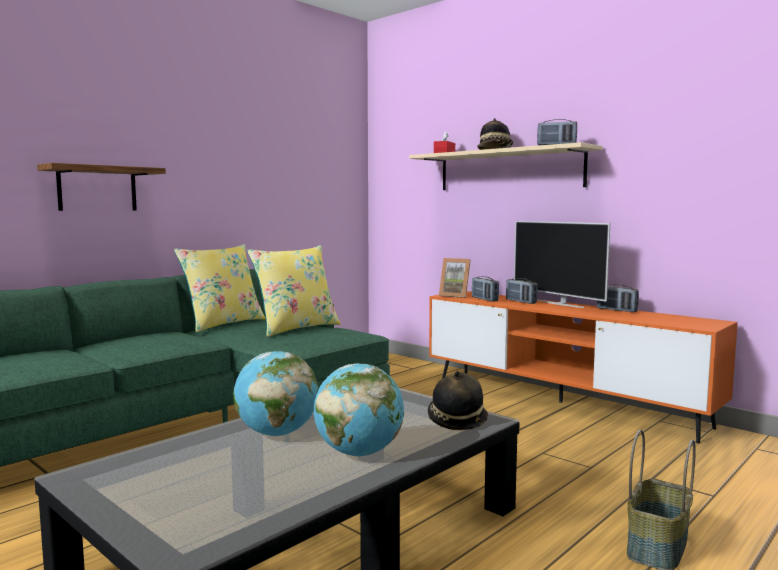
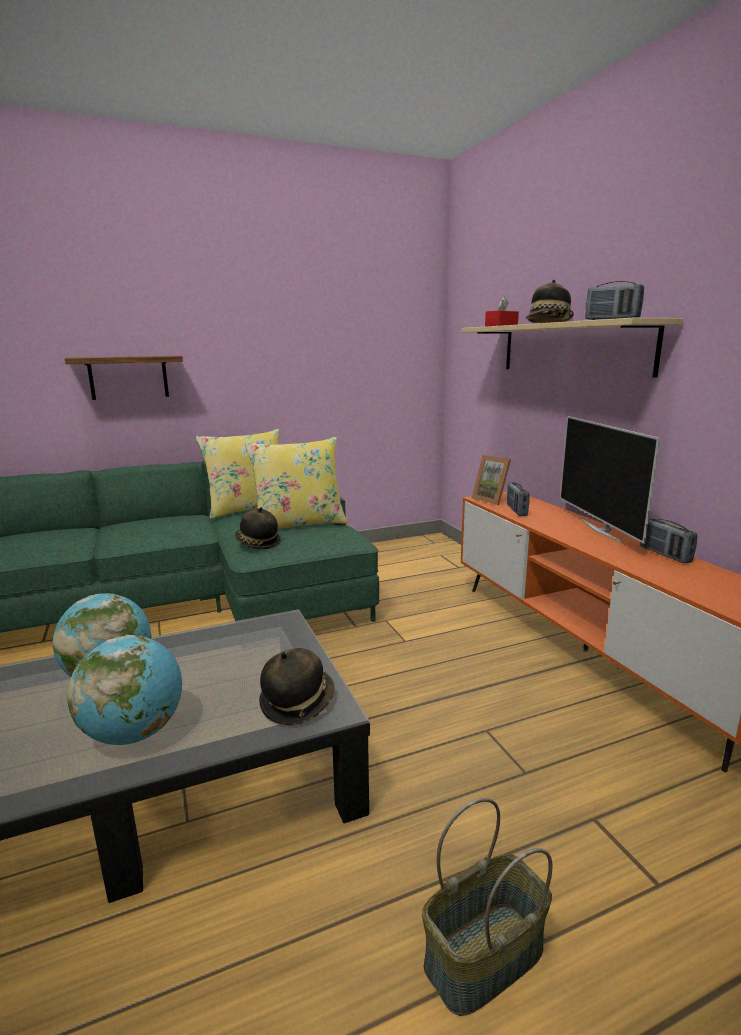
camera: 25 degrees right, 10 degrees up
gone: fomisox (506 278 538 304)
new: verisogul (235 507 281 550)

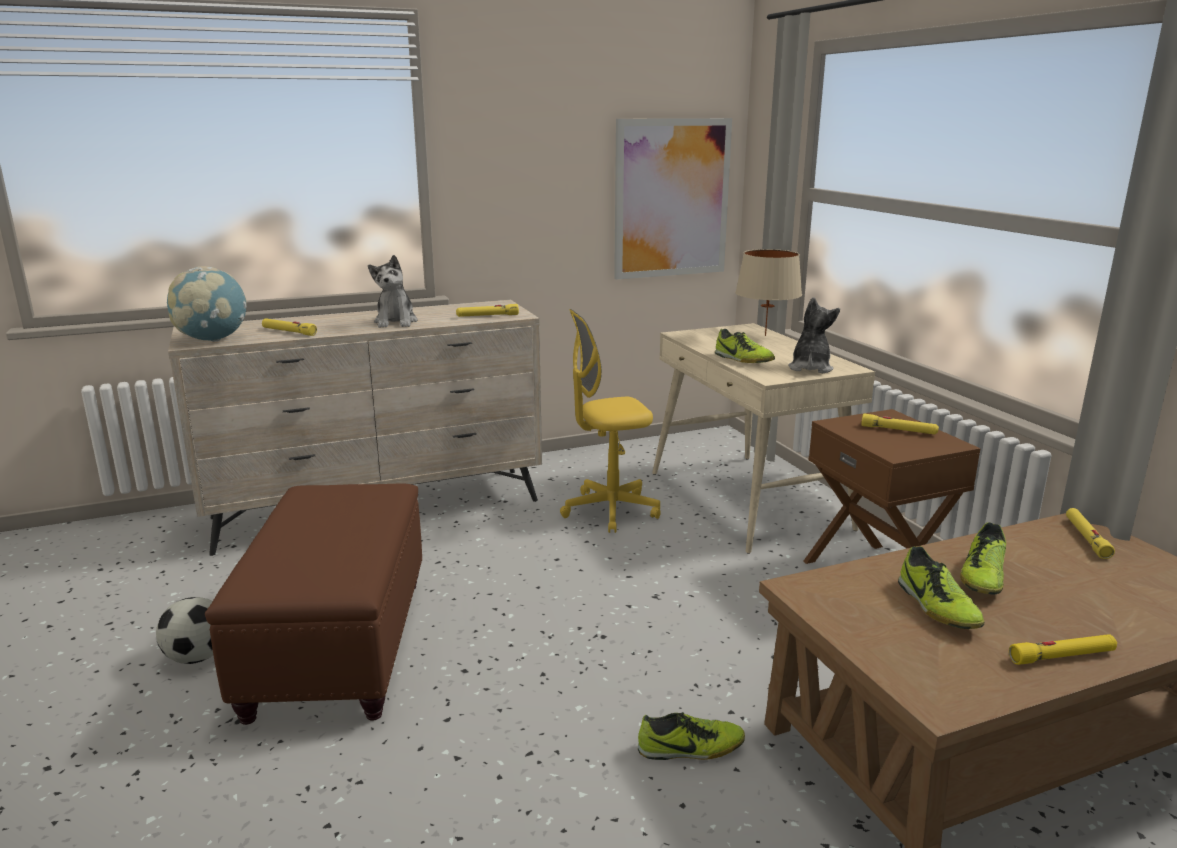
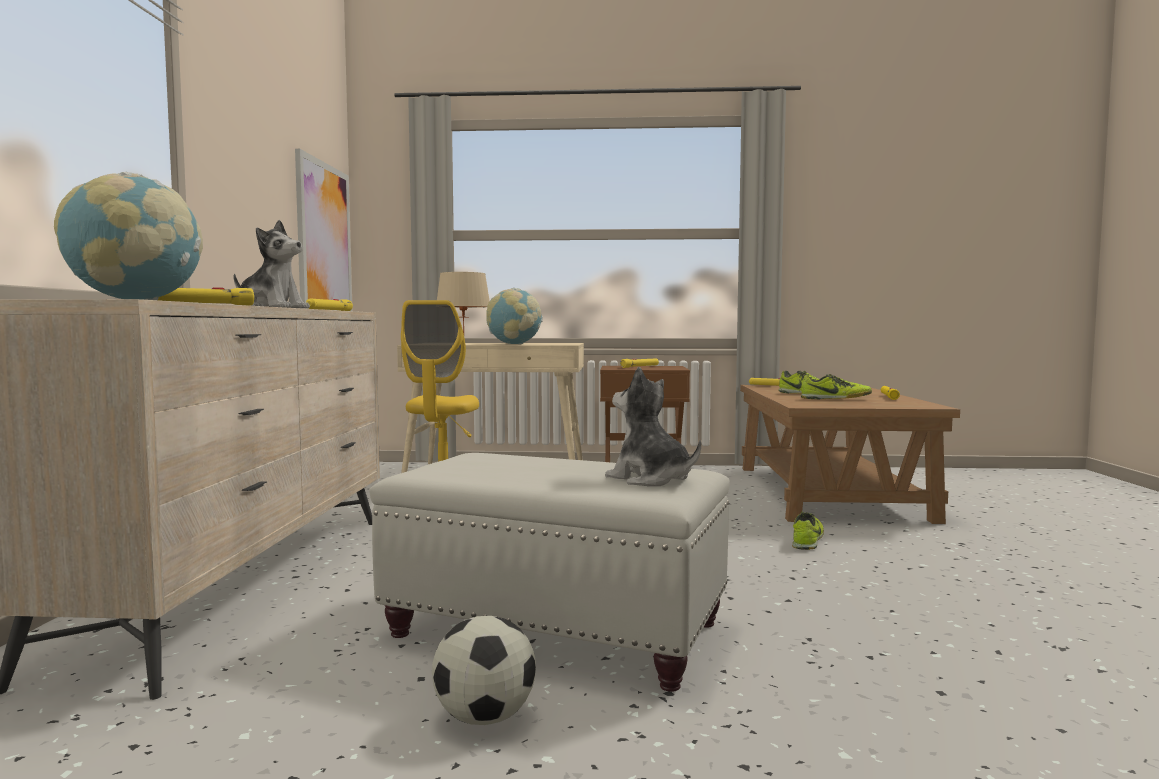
camera: 65 degrees left, 15 degrees down
shifted: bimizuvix (788 297 840 373) to (605 367 701 486)
swapped: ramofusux (715 329 775 363) to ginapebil (486 288 543 344)
repainted: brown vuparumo (205 483 422 725) to white vuparumo (369 453 730 692)

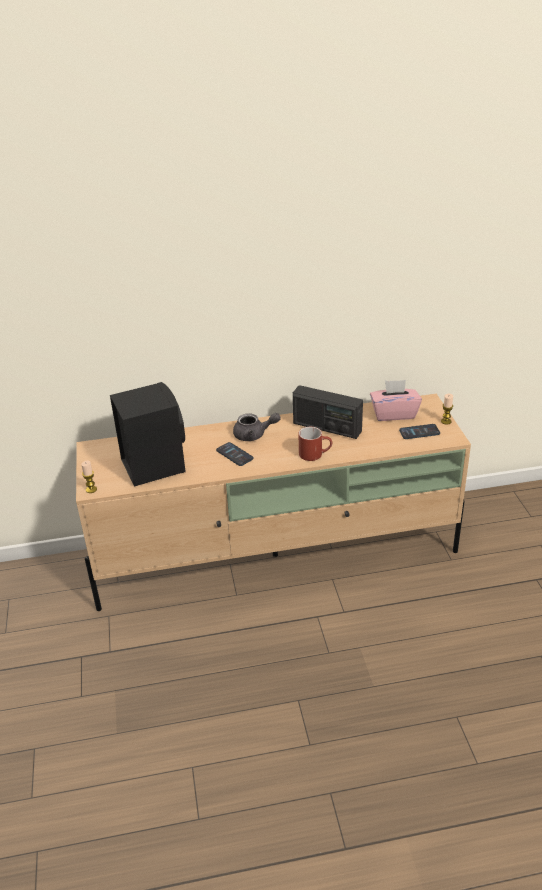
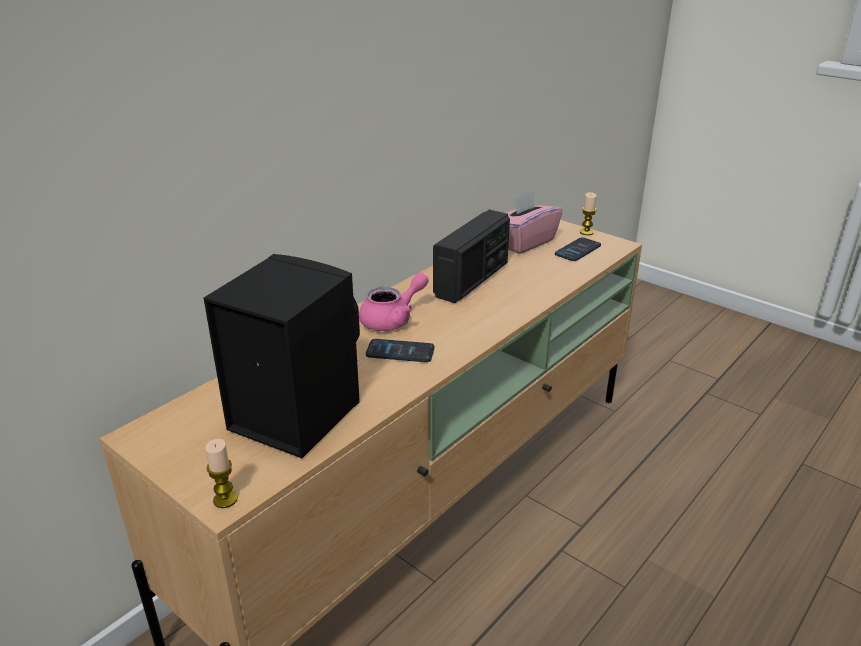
camera: 40 degrees left, 5 degrees down
gone: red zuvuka (299 427 332 461)
repainted: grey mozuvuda (233 413 281 441) to pink mozuvuda (359 272 429 331)
rotated: fomisox (293 385 363 439) = (433 210 510 303) 45 degrees counterclockwise

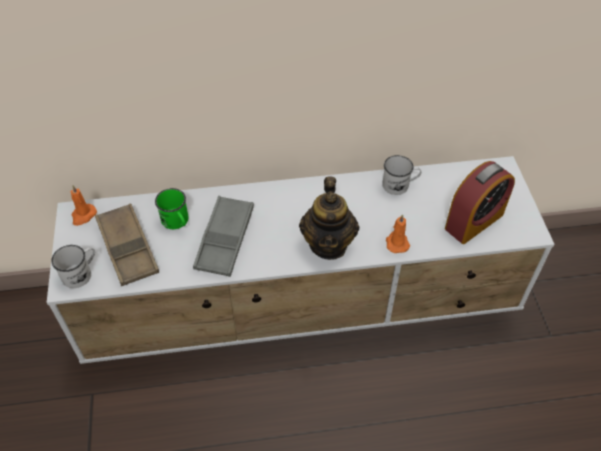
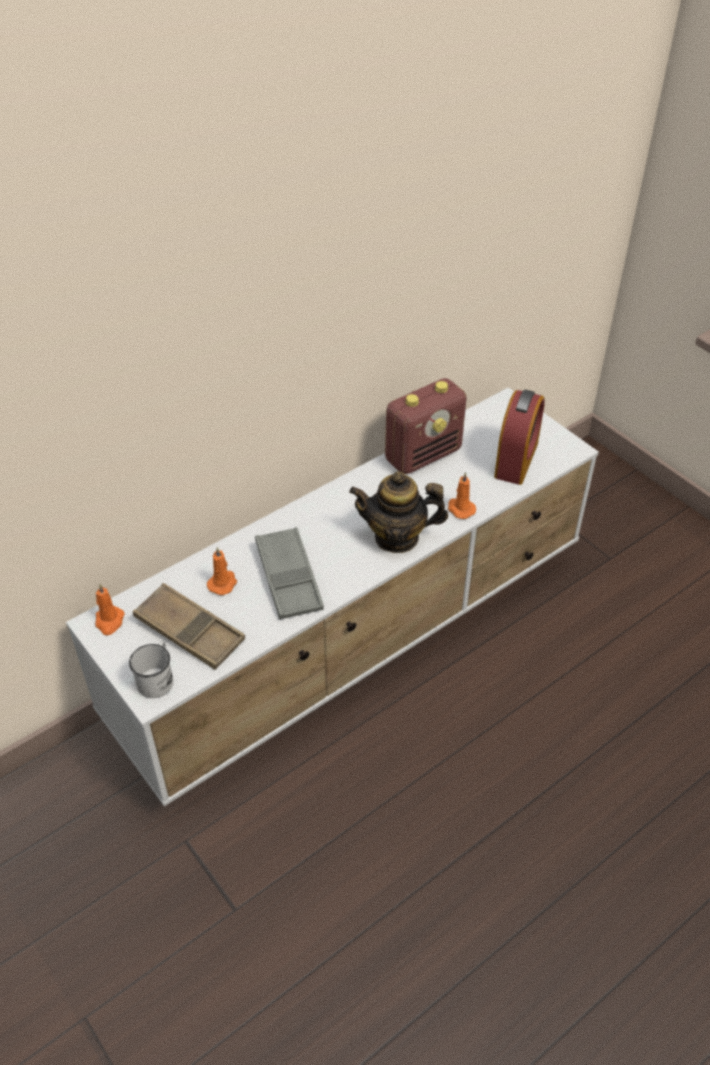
camera: 30 degrees left, 5 degrees down
swapped: green zuvuka (155 188 188 229) to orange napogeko (207 547 237 595); white zuvuka (382 155 421 195) to fomisox (385 378 467 474)
rotated: mozuvuda (299 177 359 260) = (349 471 448 553) 120 degrees clockwise

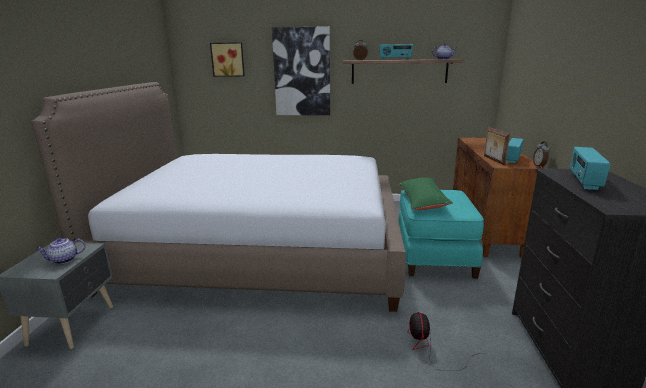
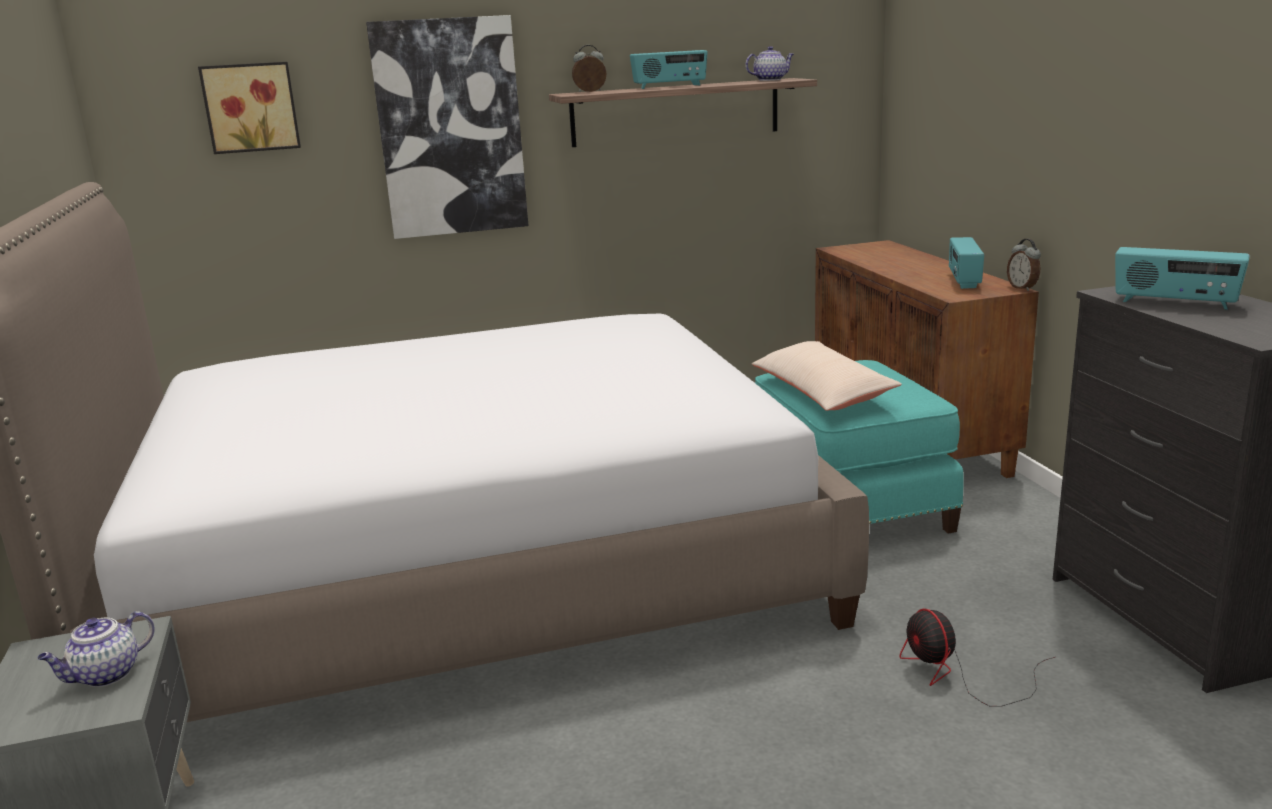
camera: 20 degrees left, 0 degrees up
gone: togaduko (484 127 510 166)
repainted: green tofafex (399 177 453 210) to beige tofafex (752 341 902 411)
rotated: fomisox (570 147 611 190) = (1115 247 1250 310) 60 degrees counterclockwise

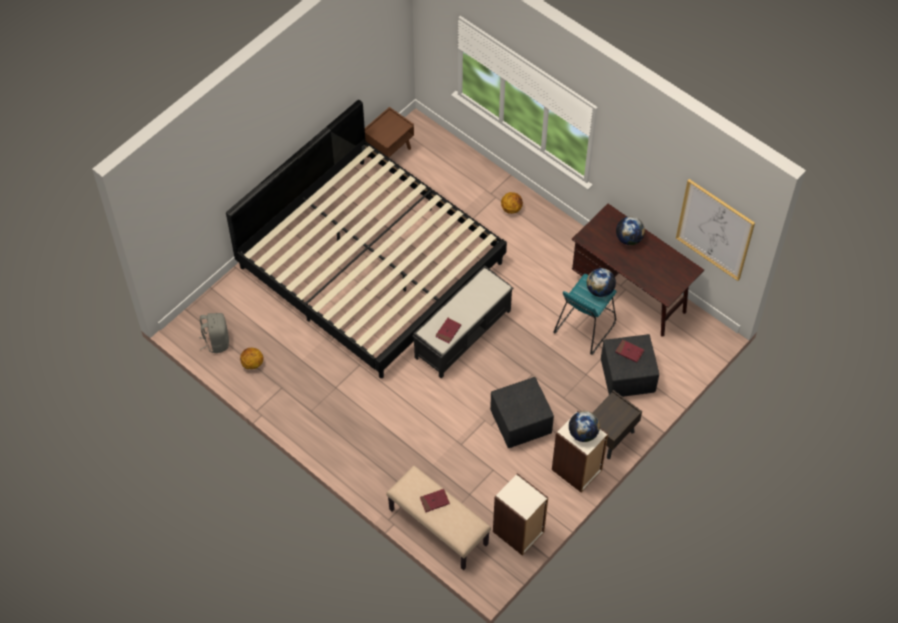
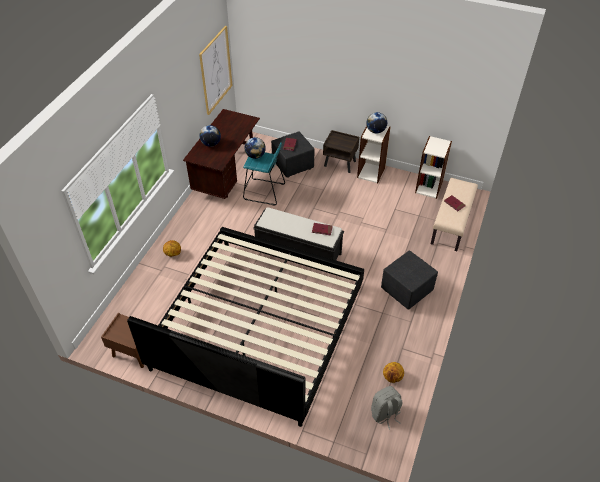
camera: 110 degrees left, 10 degrees down
shifted: black vuparumo (490 377 554 448) to (381 250 438 310)

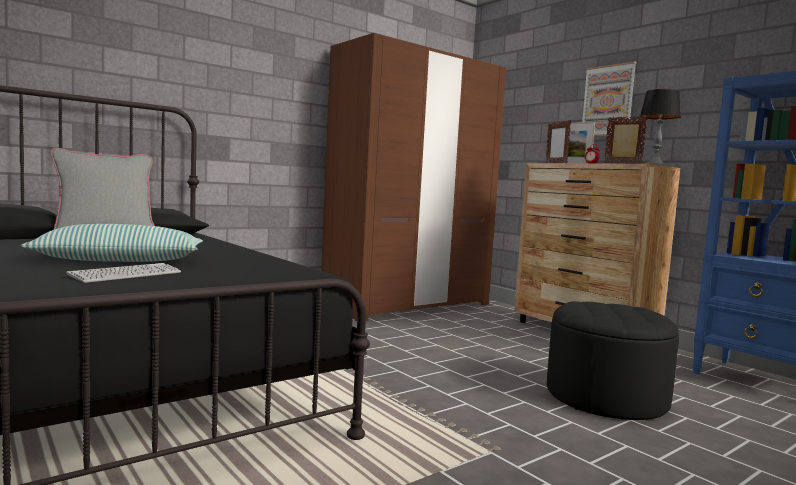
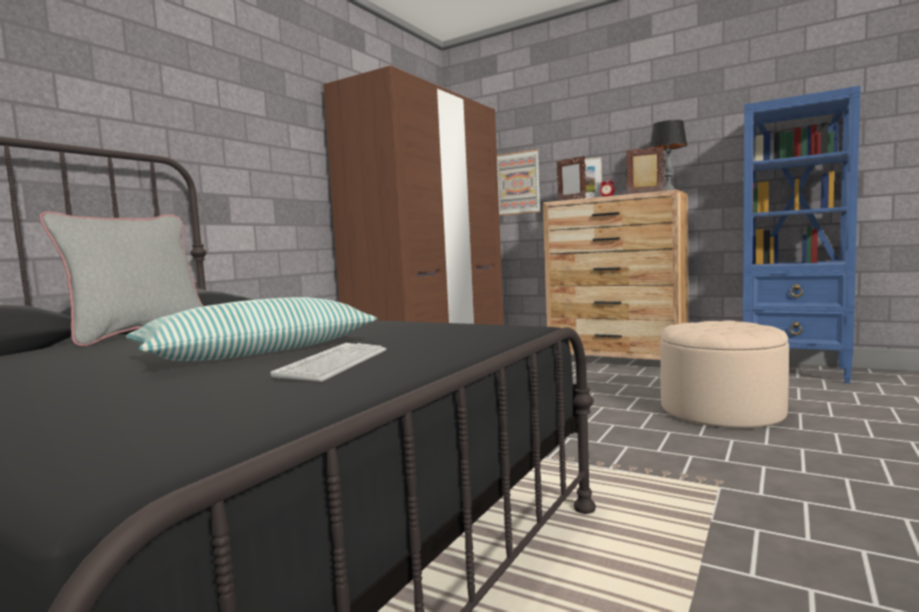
camera: 20 degrees left, 0 degrees up
shifted: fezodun (582 61 636 137) to (497 149 541 216)
repainted: black vuparumo (547 301 679 420) to beige vuparumo (660 321 789 428)

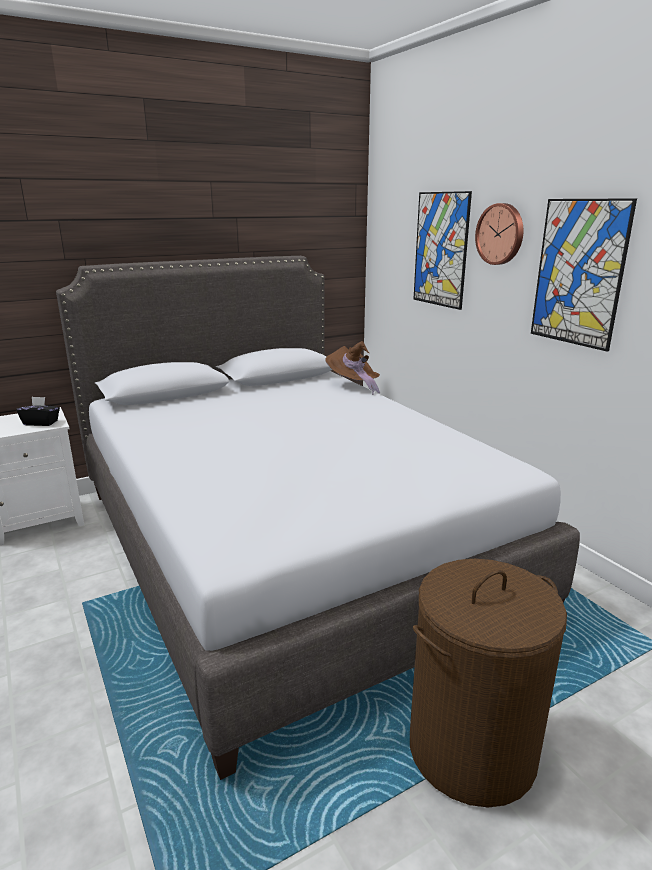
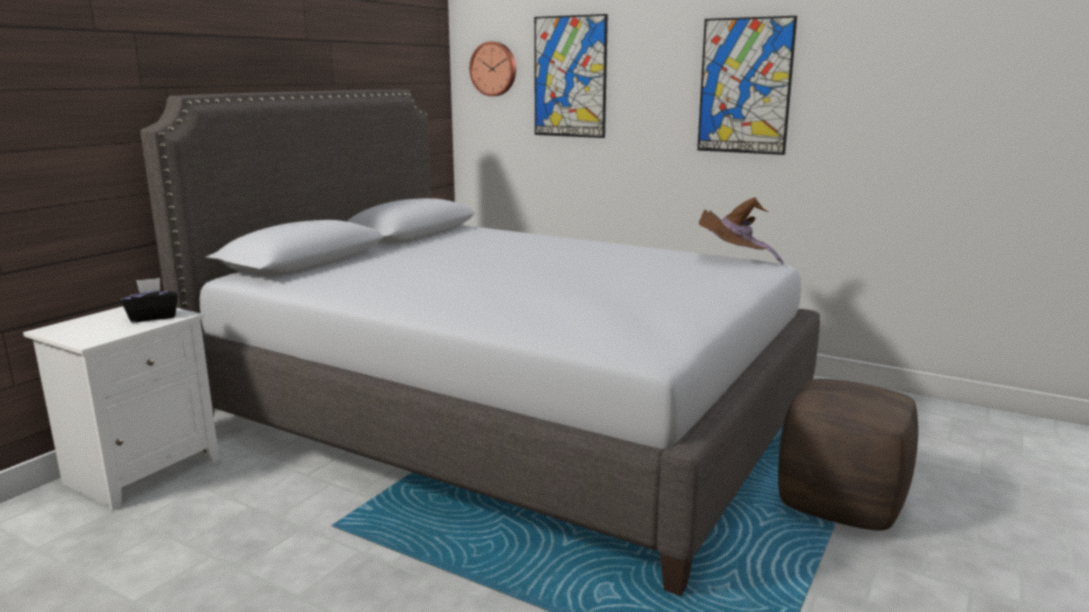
camera: 30 degrees left, 5 degrees down
shifted: brown verisogul (325 341 380 395) to (699 197 784 266); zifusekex (475 203 523 265) to (469 41 516 96)
swapped: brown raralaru (410 559 567 808) to brown vuparumo (778 379 918 531)

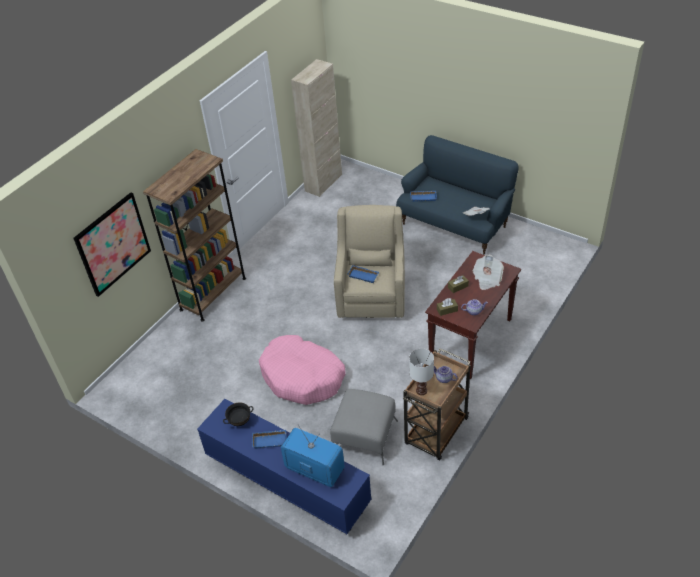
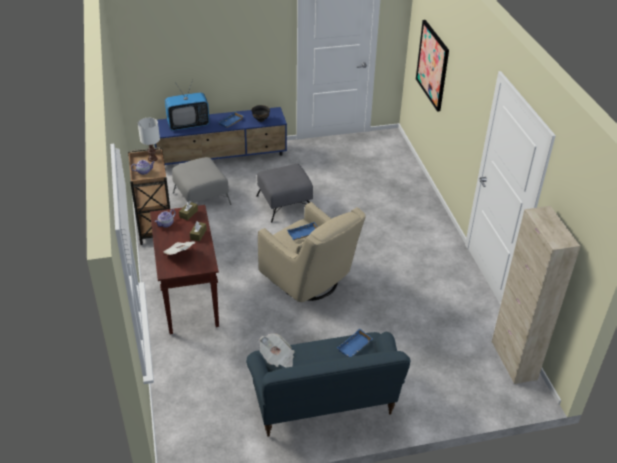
camera: 130 degrees right, 5 degrees down
gone: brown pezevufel (143 149 246 322)
swapped: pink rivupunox (259 335 345 405) to grey vuparumo (257 164 313 222)

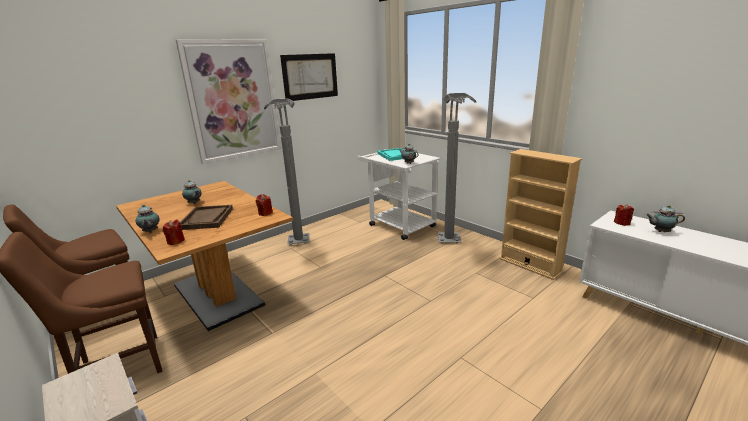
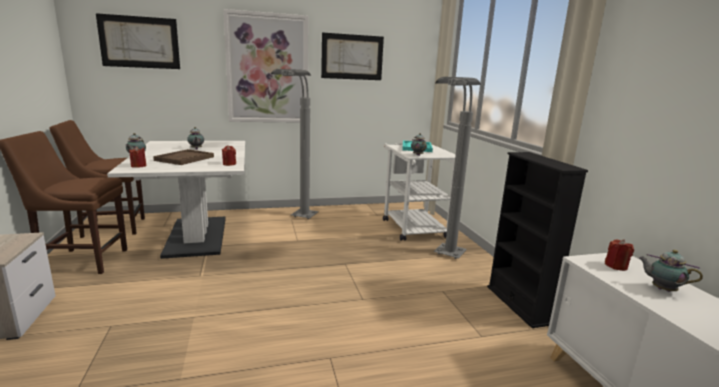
camera: 25 degrees right, 5 degrees down
new: fezodun (96 13 180 69)
repainted: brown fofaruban (116 181 293 331) to white fofaruban (107 141 245 259); beige pezevufel (500 149 582 280) to black pezevufel (487 152 588 328)

